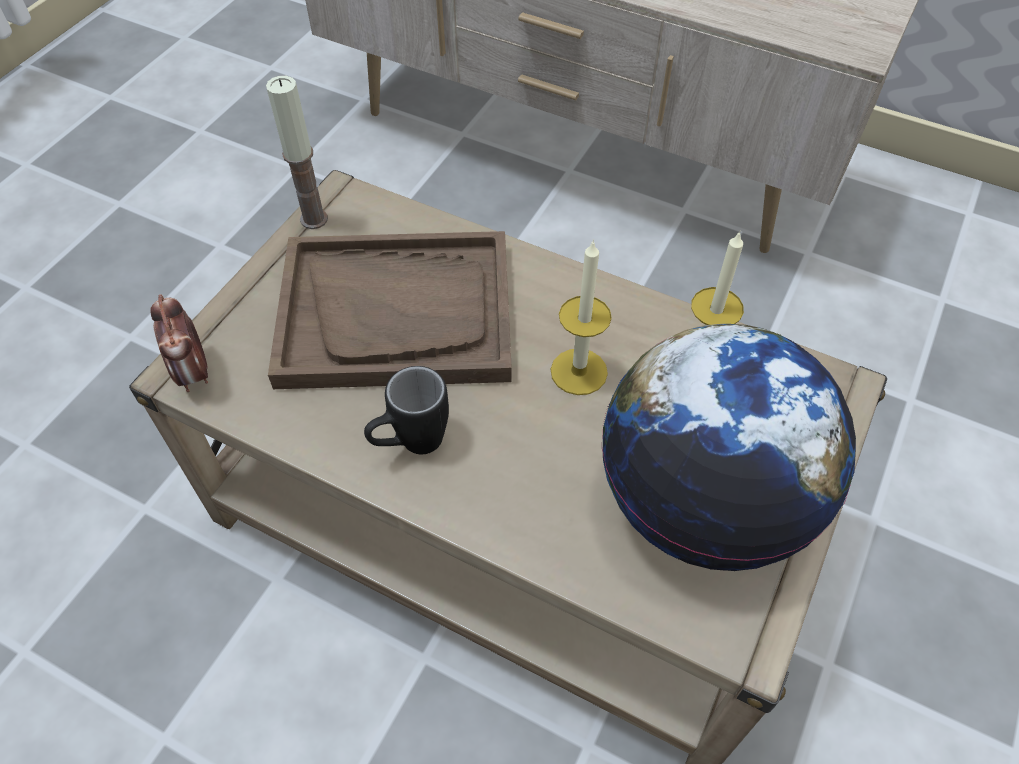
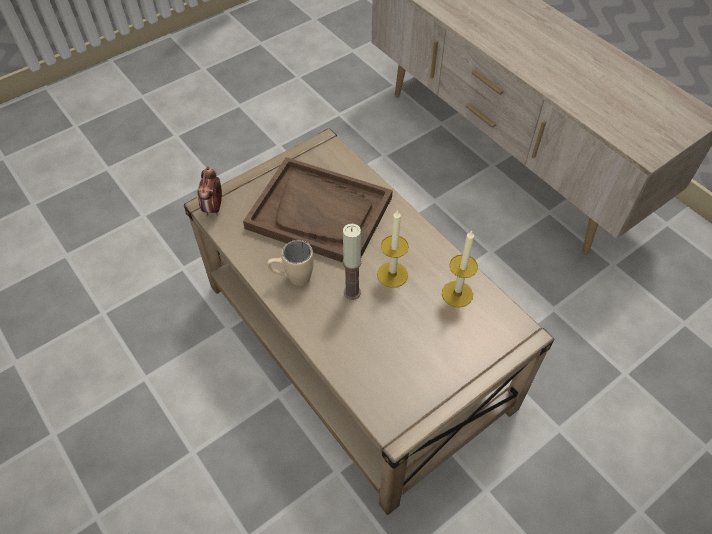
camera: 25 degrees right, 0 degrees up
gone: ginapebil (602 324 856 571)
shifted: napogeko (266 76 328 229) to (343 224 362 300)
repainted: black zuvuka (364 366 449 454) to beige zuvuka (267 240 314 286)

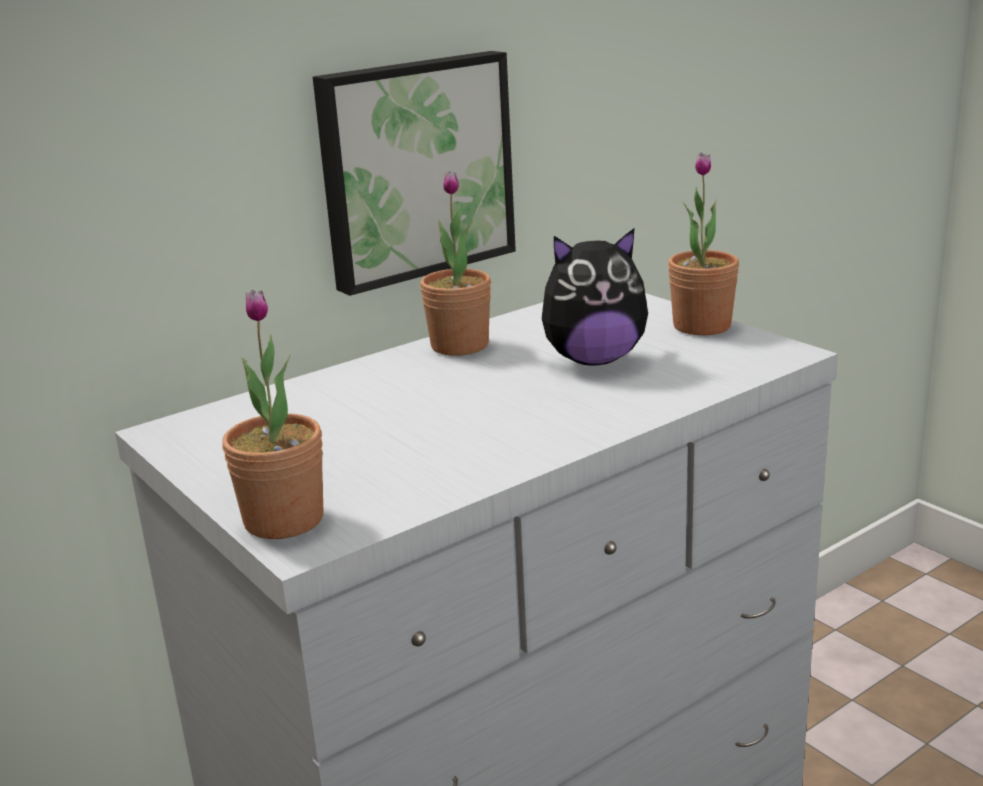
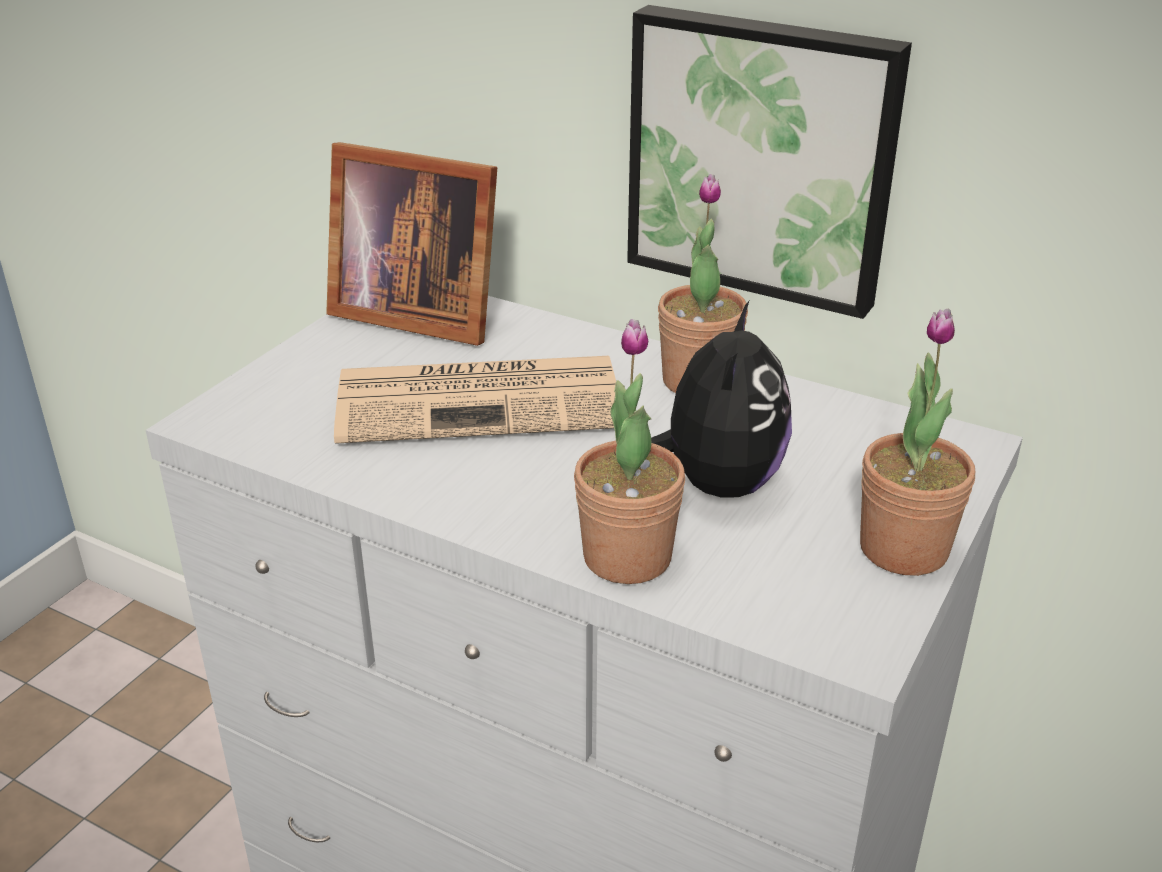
camera: 65 degrees right, 10 degrees up
new: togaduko (326 142 497 346); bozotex (334 356 616 444)
shifted: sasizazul (222 290 323 539) to (574 319 685 584)
rotated: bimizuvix (542 229 648 366) = (651 301 792 498) 135 degrees counterclockwise

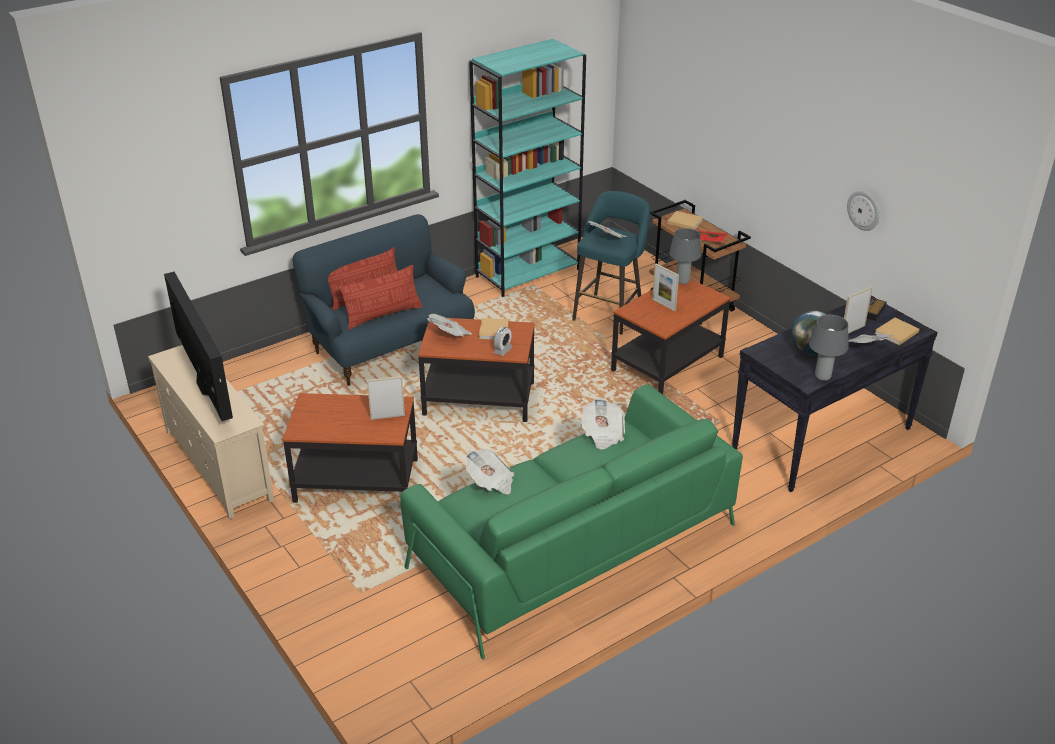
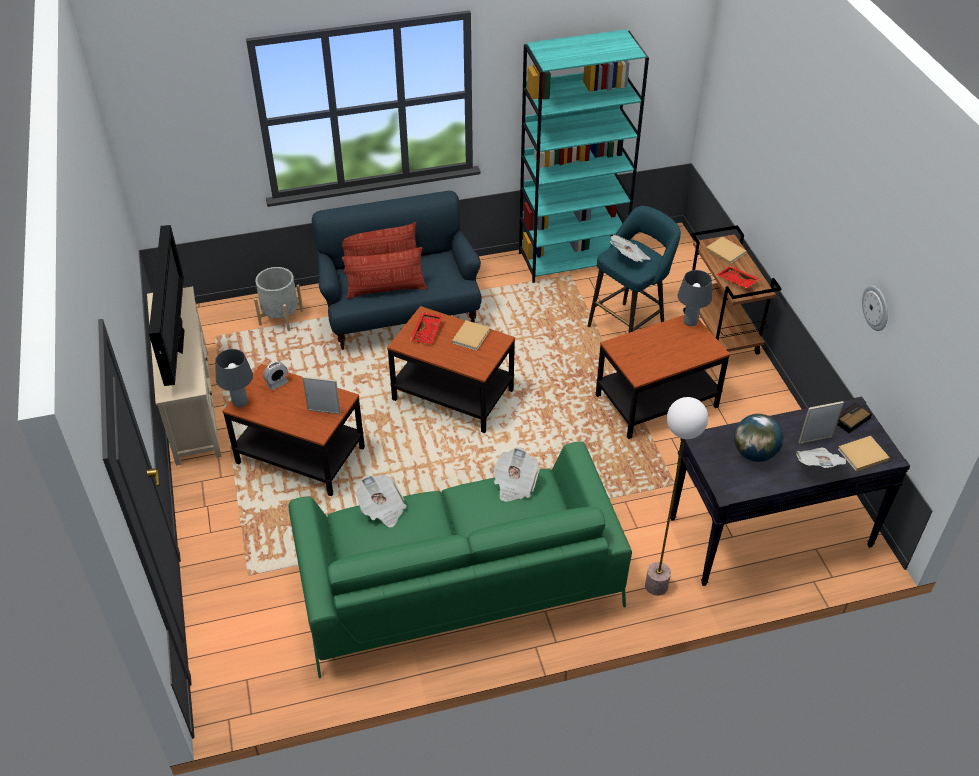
camera: 20 degrees right, 10 degrees up
gone: togaduko (652 264 679 311)
new: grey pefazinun (254 267 303 331); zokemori (645 397 708 596)
shifted: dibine (493 327 512 356) to (263 361 288 390); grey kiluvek (809 315 848 381) to (215 349 253 408)
swapped: bozotex (427 314 472 337) to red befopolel (410 312 443 344)

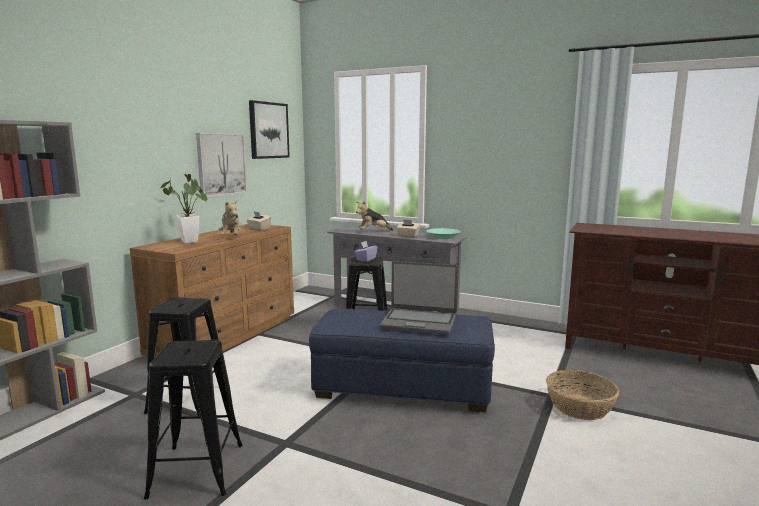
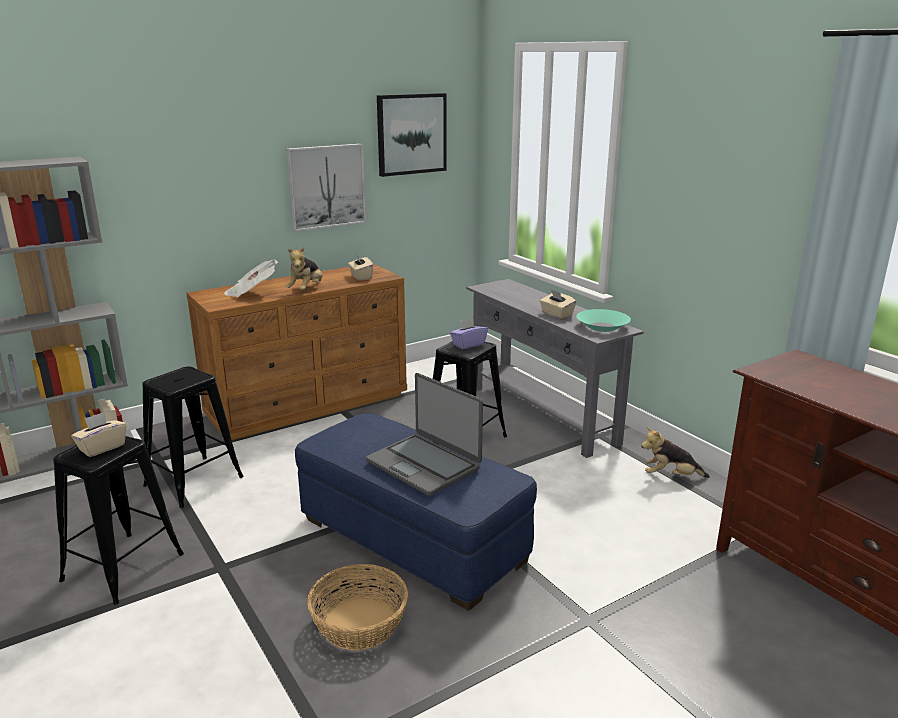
camera: 30 degrees right, 10 degrees up
new: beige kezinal (71 412 127 457)
shifted: bimizuvix (356 201 393 230) to (641 427 710 478); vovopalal (546 370 619 420) to (307 564 408 651)
swapped: sasizazul (161 174 208 243) to bozotex (224 260 278 298)

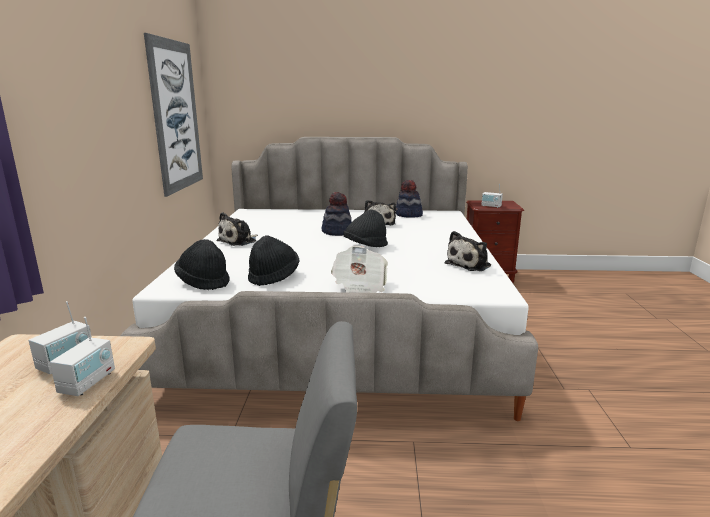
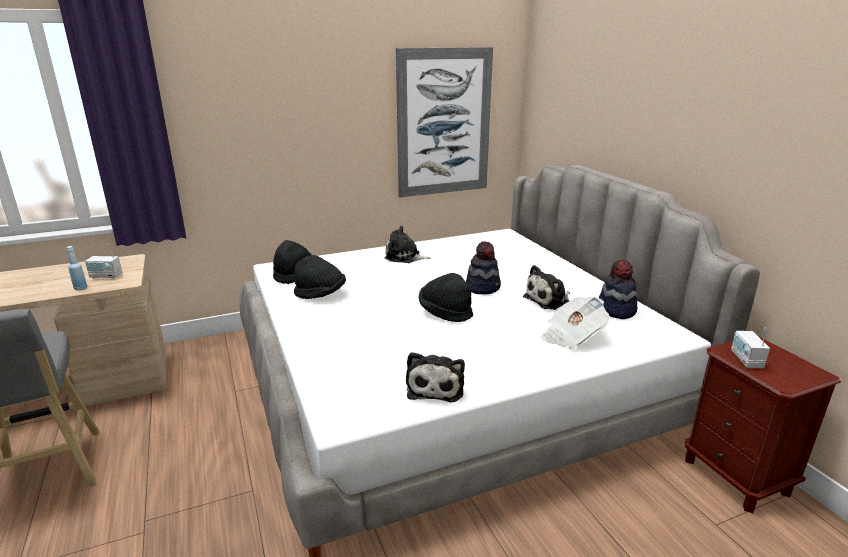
camera: 65 degrees right, 5 degrees up
shifted: bozotex (331 246 388 293) to (541 297 610 349)
swapped: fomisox (50 317 115 396) to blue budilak (67 246 87 291)
rotated: bimizuvix (445 231 491 271) = (406 352 465 403) 105 degrees counterclockwise

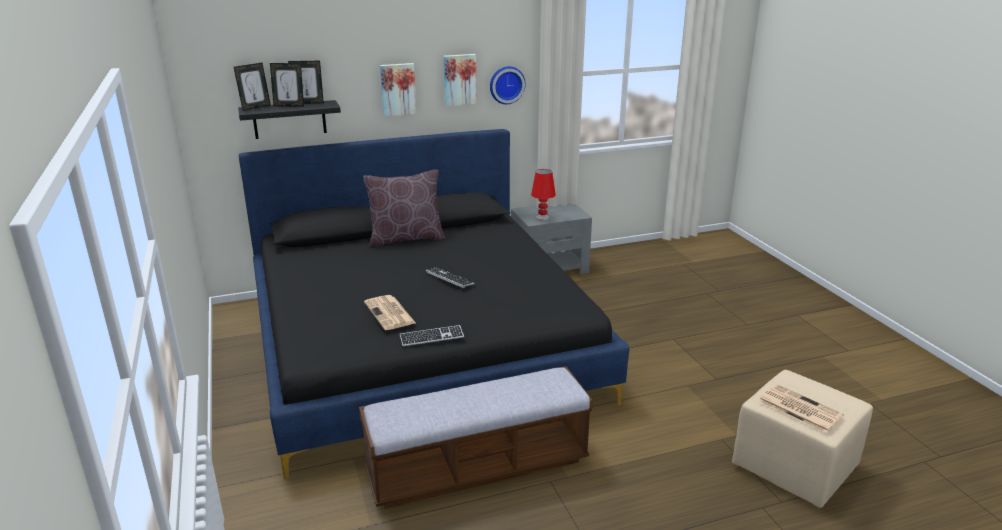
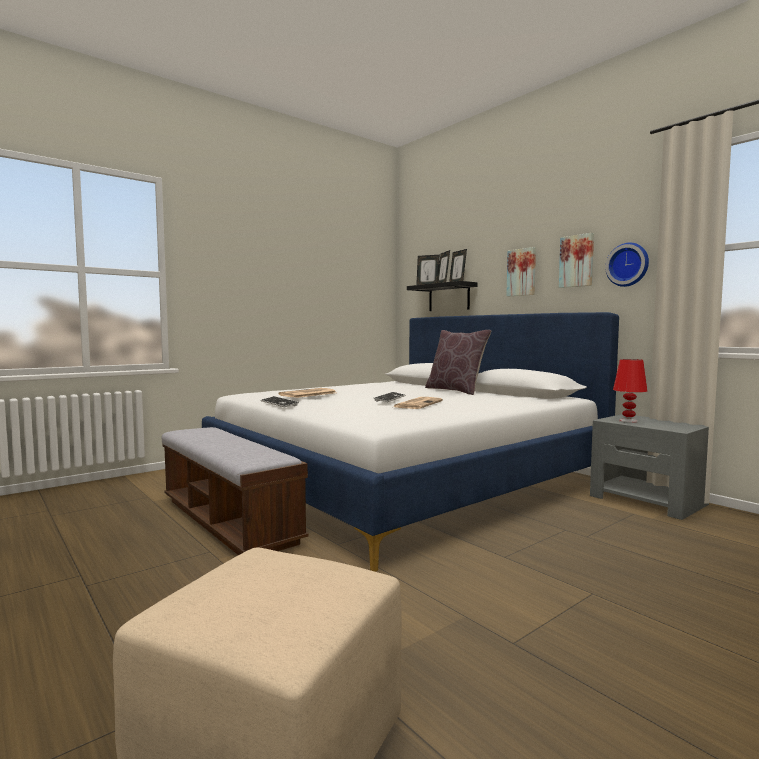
camera: 70 degrees right, 20 degrees down
shifted: bozotex (759 384 844 433) to (394 397 443 409)
repainted: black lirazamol (239 129 629 479) to white lirazamol (202 312 619 572)

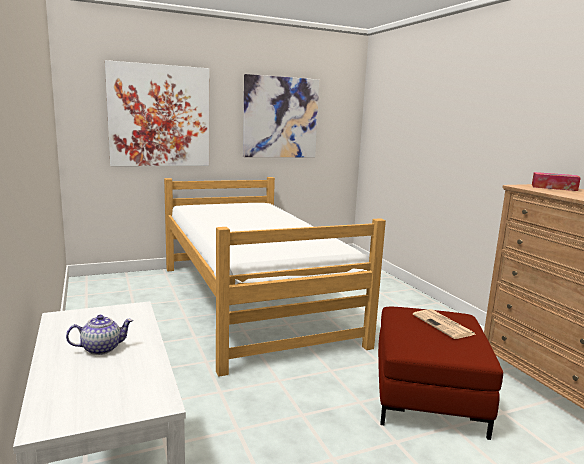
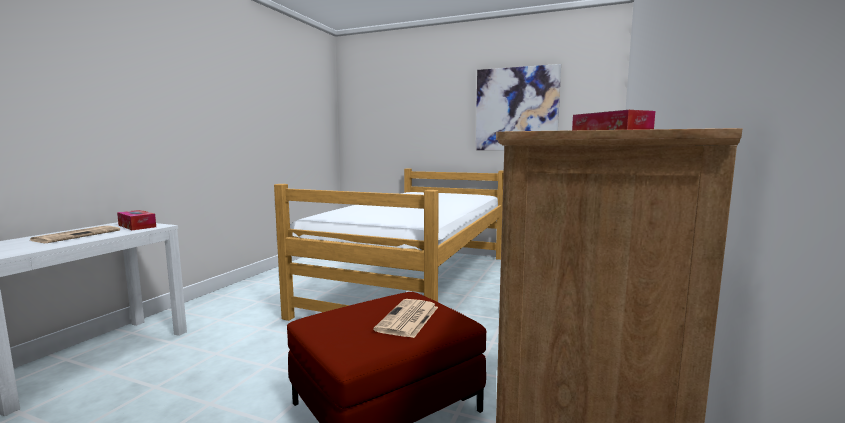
camera: 45 degrees right, 5 degrees down
gone: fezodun (105 60 210 166)
new: kezinal (117 210 156 230)
swapped: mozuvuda (66 315 133 355) to bozotex (30 226 120 243)

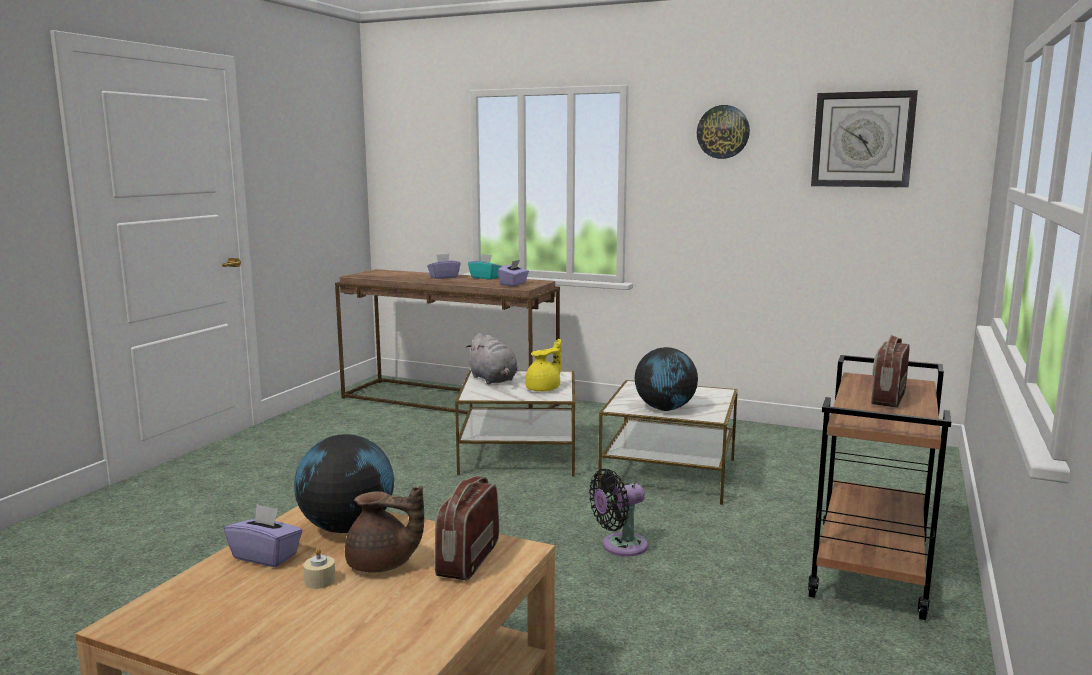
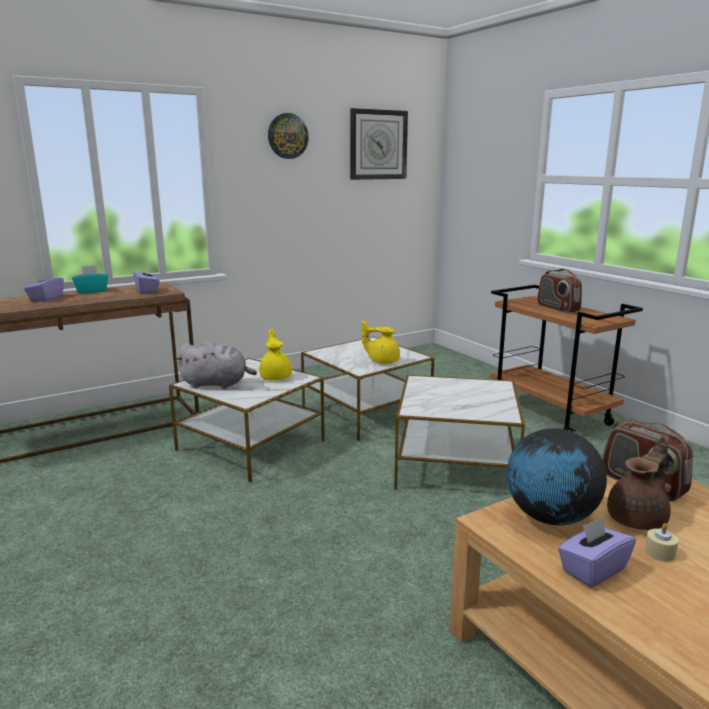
camera: 55 degrees left, 5 degrees up
swapped: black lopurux (589 469 648 556) to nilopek (394 375 525 489); ginapebil (635 347 698 411) to yellow mozuvuda (362 321 400 364)

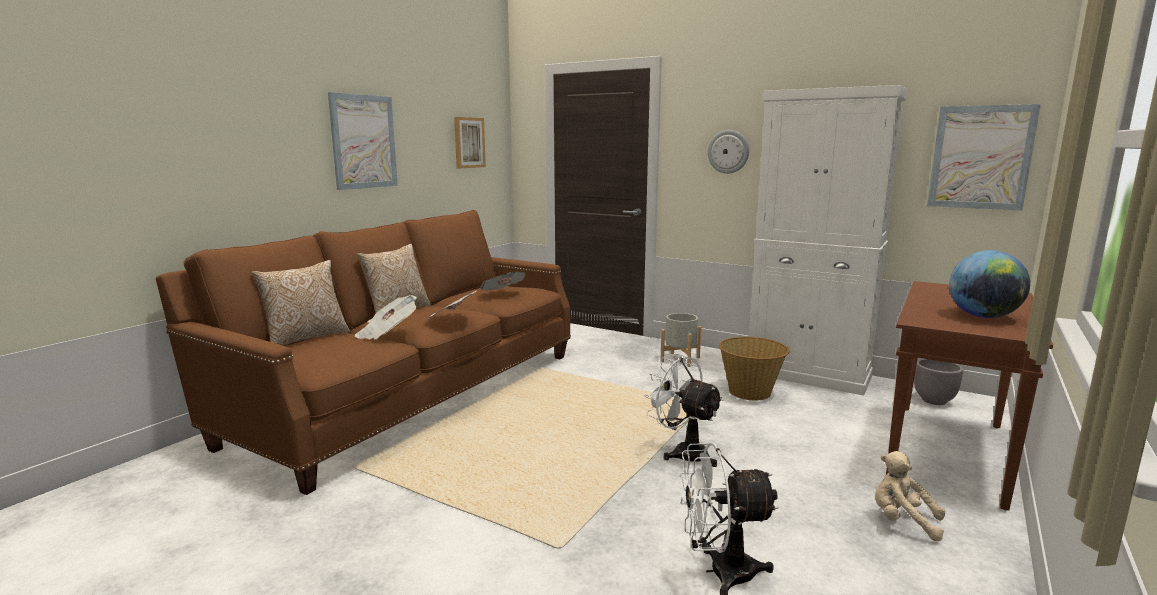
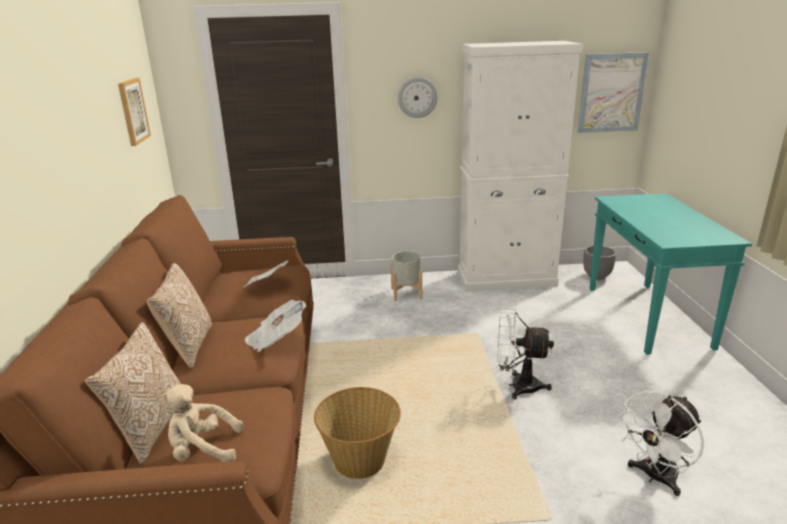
camera: 35 degrees left, 10 degrees up
gone: fezodun (328 92 398 190); bozotex (355 295 417 340); ginapebil (949 250 1030 318)
shifted: vovopalal (719 337 790 400) to (314 387 401 479); beige bimizuvix (875 451 945 541) to (163 384 244 462)
repainted: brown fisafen (886 281 1053 511) to turquoise fisafen (590 193 752 355)

